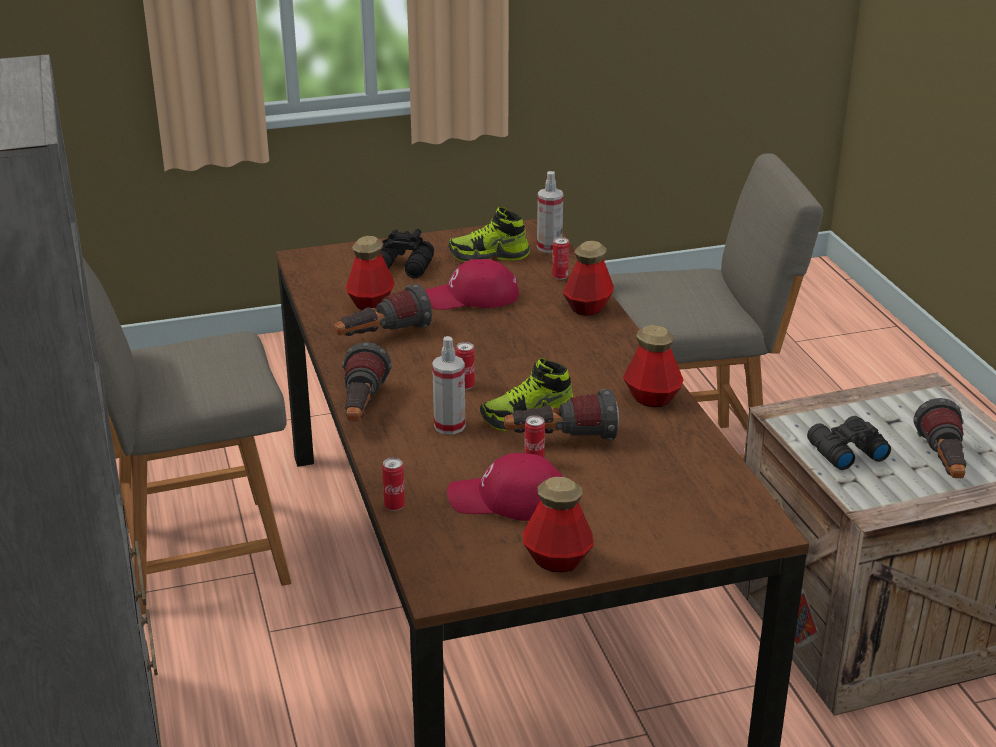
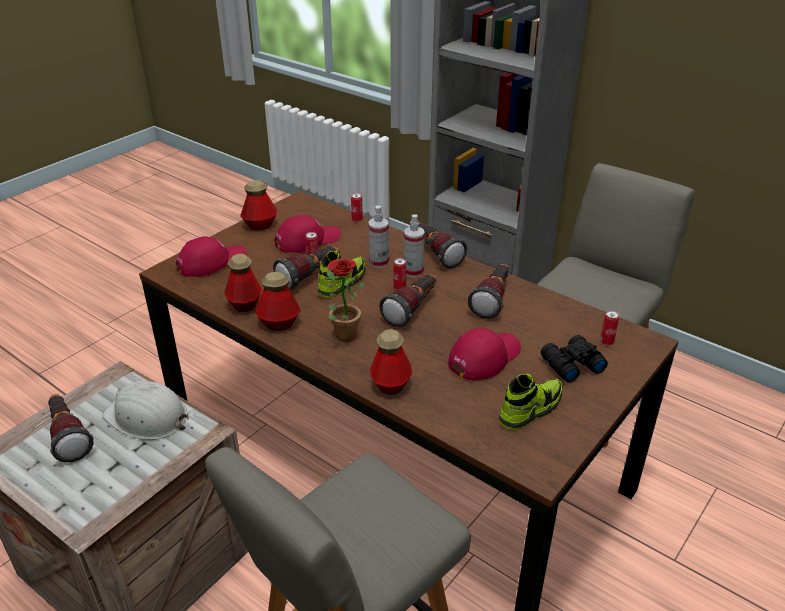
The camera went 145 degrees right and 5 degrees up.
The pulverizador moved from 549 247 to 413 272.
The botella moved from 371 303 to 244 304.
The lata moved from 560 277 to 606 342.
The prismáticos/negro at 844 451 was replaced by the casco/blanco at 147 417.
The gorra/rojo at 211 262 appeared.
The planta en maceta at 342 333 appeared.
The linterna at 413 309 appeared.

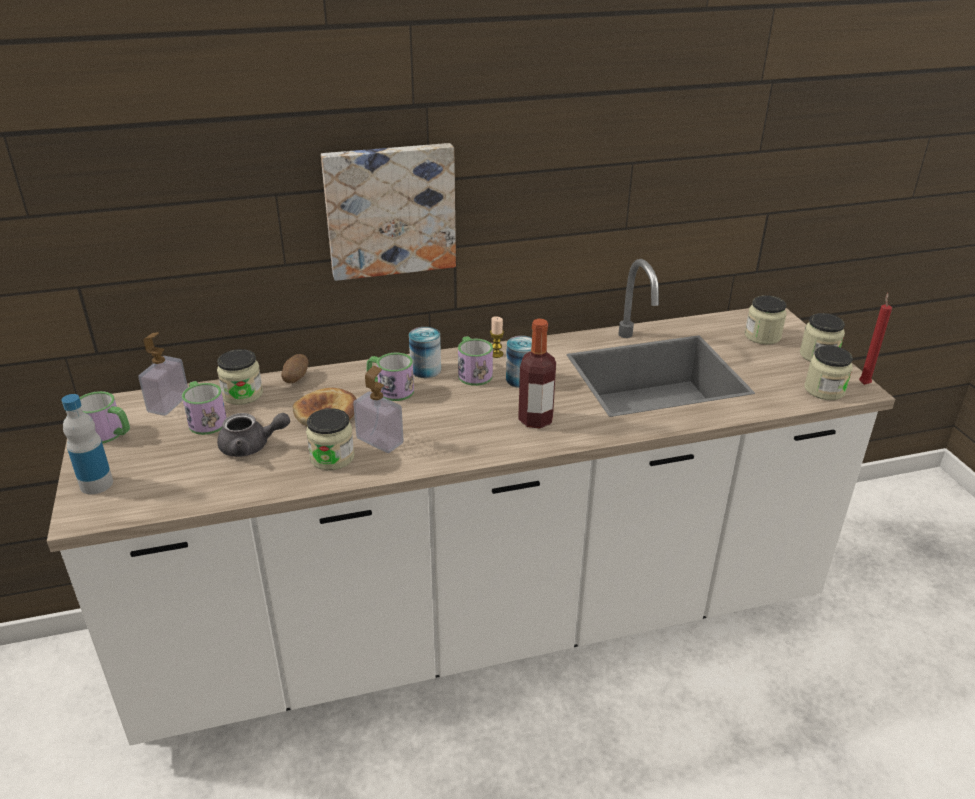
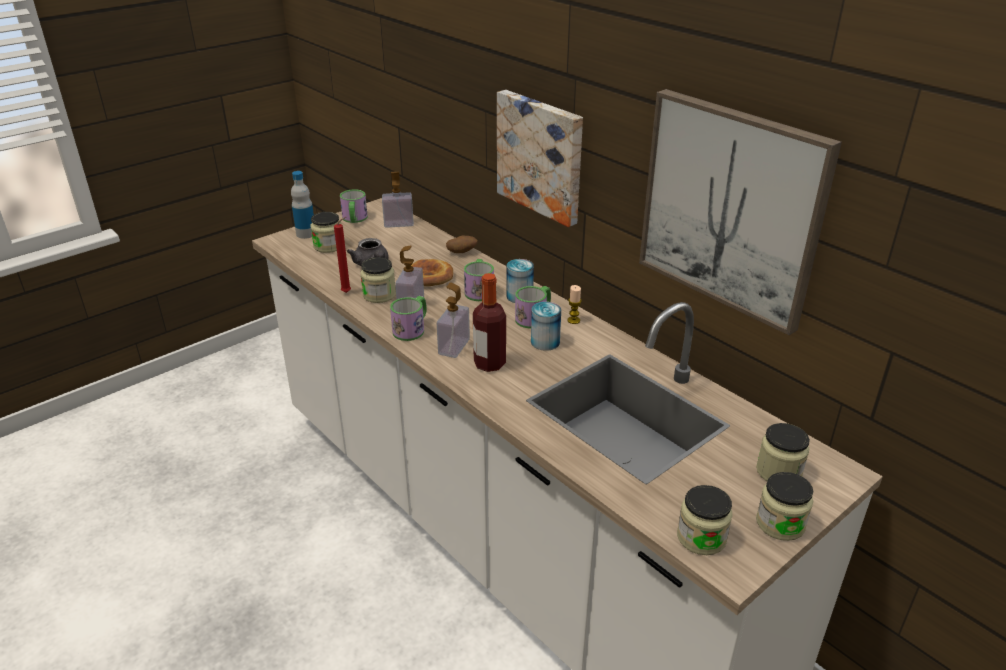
The camera went 65 degrees right and 0 degrees up.
The vela/rojo moved from 864 383 to 348 292.
The tarro moved from 242 394 to 328 246.
The taza grande moved from 205 420 to 412 329.
The cuadro at 731 208 appeared.
The dispensador de jabón at 454 347 appeared.

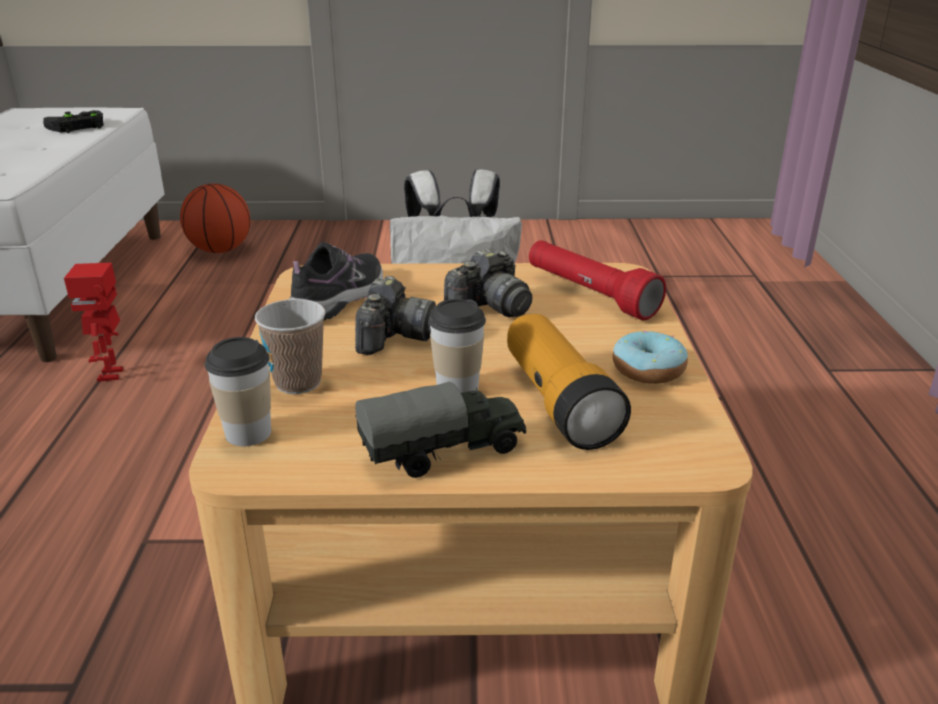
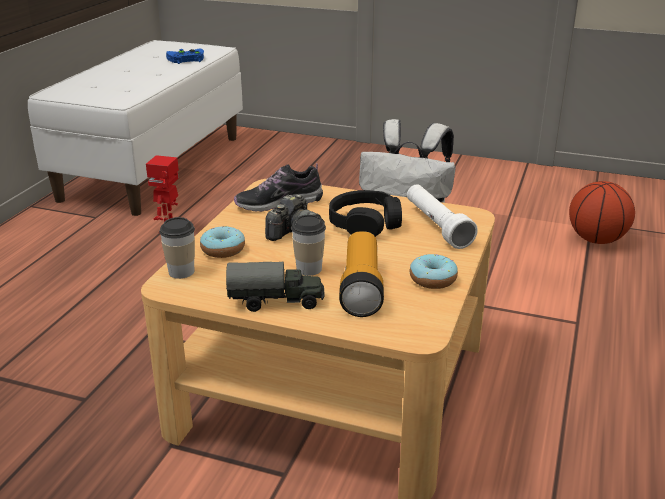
The camera went 20 degrees right and 0 degrees up.
The mando de consola/negro at 75 127 became the mando de consola/azul at 185 59.
The balón de baloncesto moved from 220 250 to 596 240.
The linterna/rojo at 589 294 became the linterna/blanco at 436 226.
The zapato at 340 297 turned 150 degrees counterclockwise.
The cámara at 490 307 was replaced by the auriculares/negro at 365 224.
The taza at 298 383 was replaced by the rosquilla at 223 249.

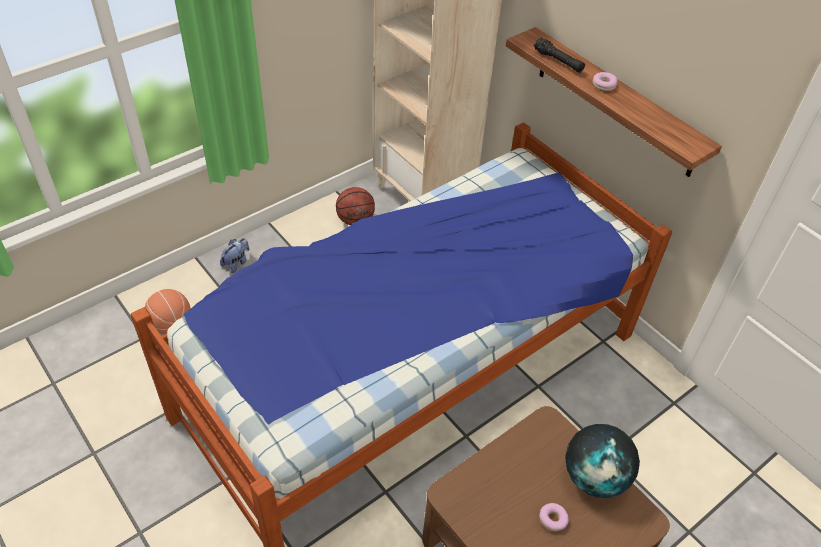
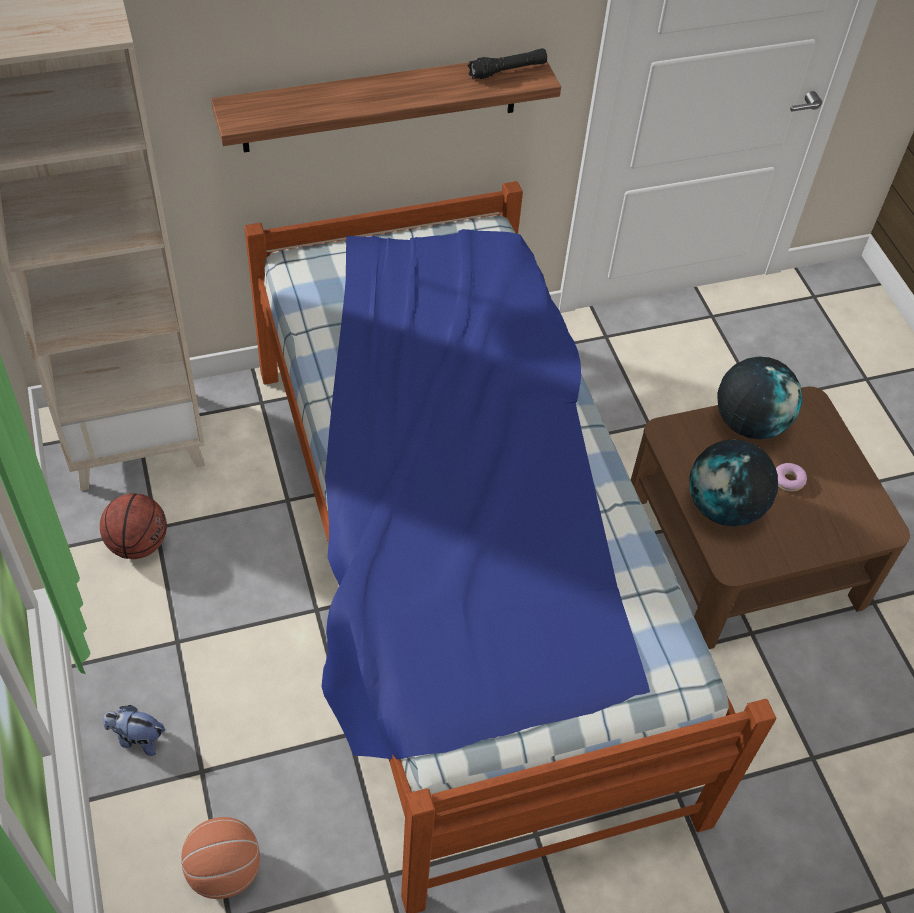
The camera went 70 degrees left and 5 degrees up.
The linterna/negro moved from 558 61 to 507 70.
The rosquilla at 604 85 disappeared.
The peluche at 236 263 turned 45 degrees counterclockwise.
The globo terráqueo at 724 507 appeared.

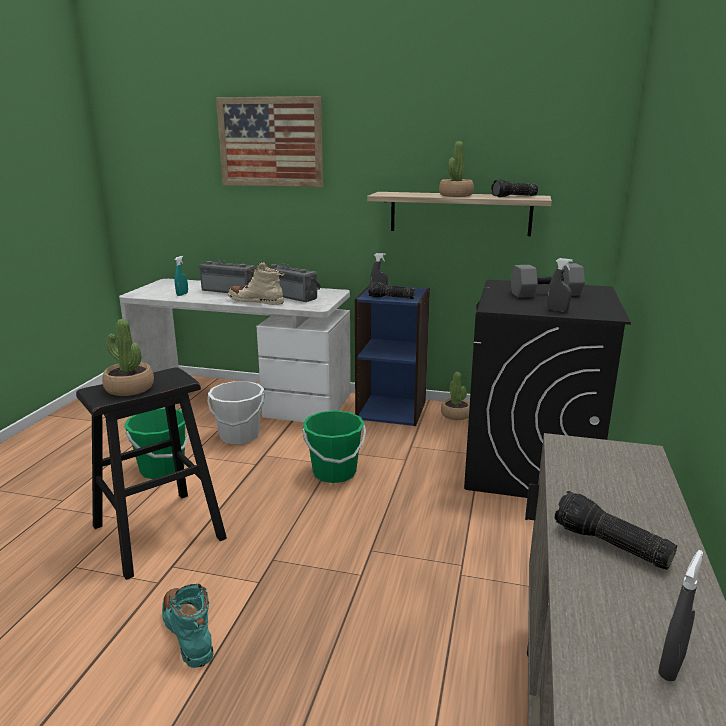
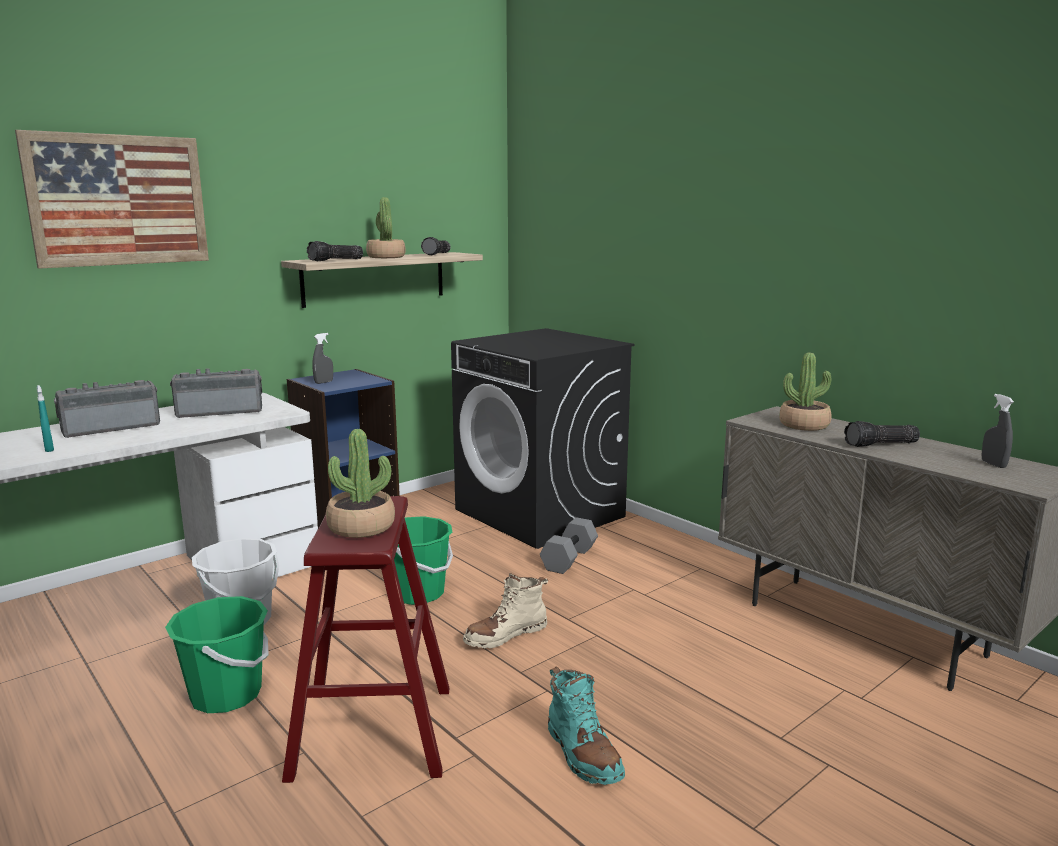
The camera went 55 degrees left and 5 degrees down.
The pulverizador/gris at 557 310 disappeared.
The bota/beis moved from 256 302 to 505 635.
The mancuerna/gris moved from 545 294 to 570 559.
The linterna moved from 390 298 to 336 260.
The taburete/negro at 159 532 became the taburete/rojo at 373 731.
The planta en maceta moved from 456 415 to 804 425.
The bota/turquesa at 188 633 turned 120 degrees counterclockwise.

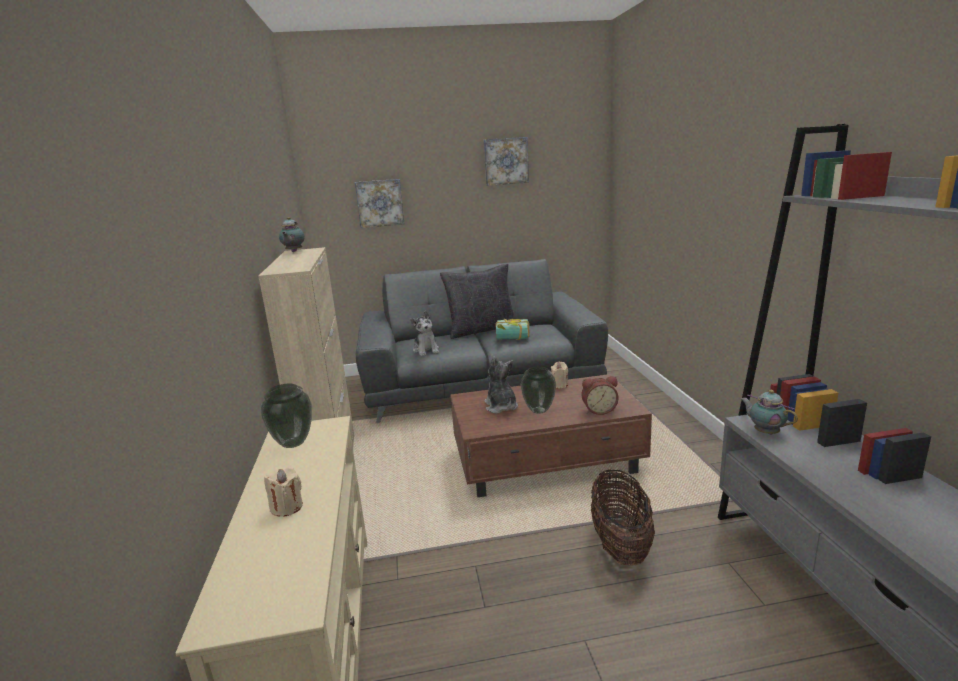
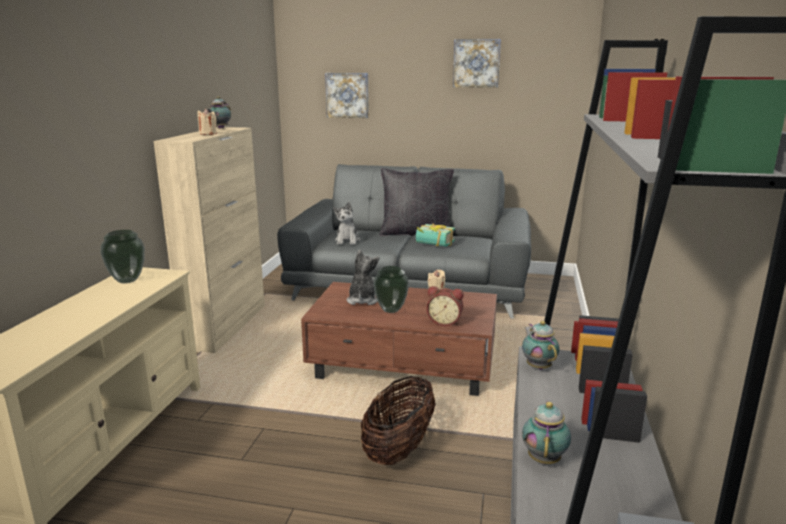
The camera went 20 degrees right and 0 degrees up.
The vela/beis moved from 287 507 to 208 134.
The tetera at 544 458 appeared.

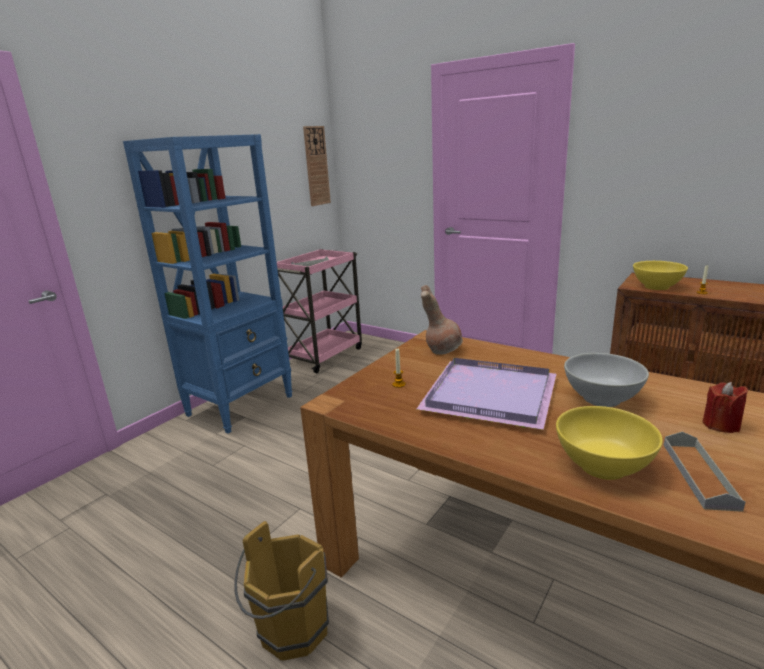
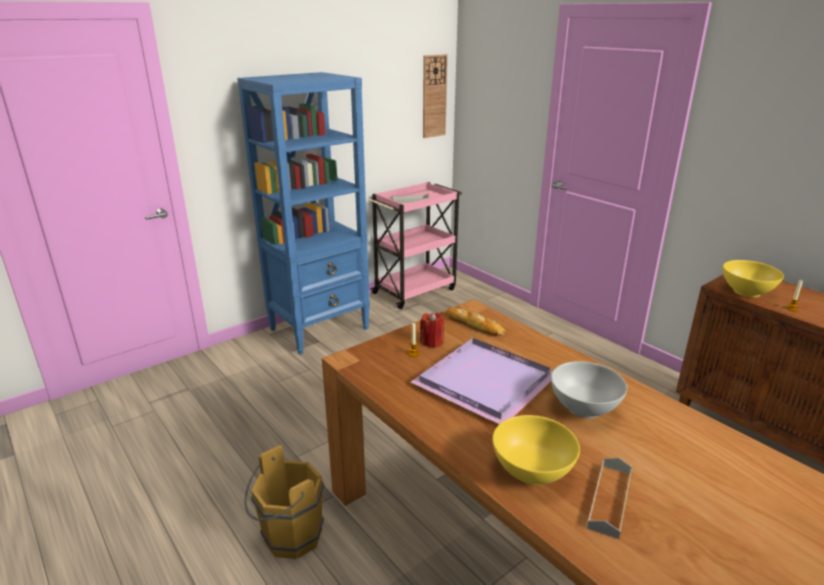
The camera went 15 degrees right and 5 degrees up.
The florero/marrón at 442 350 was replaced by the pan at 474 325.
The vela/rojo moved from 721 425 to 432 342.

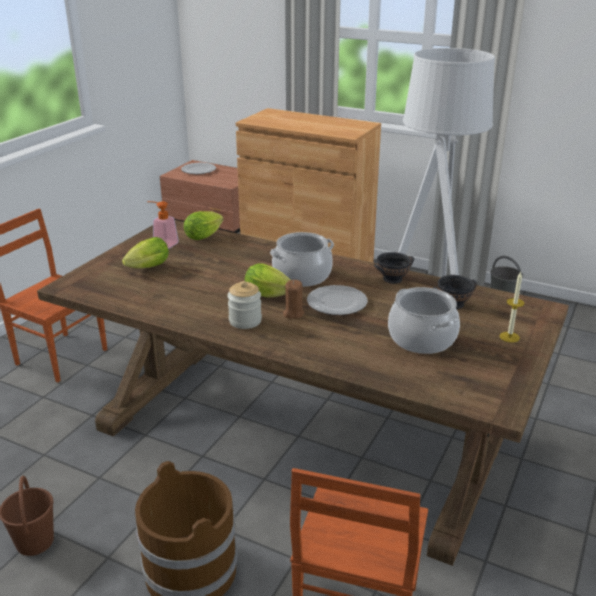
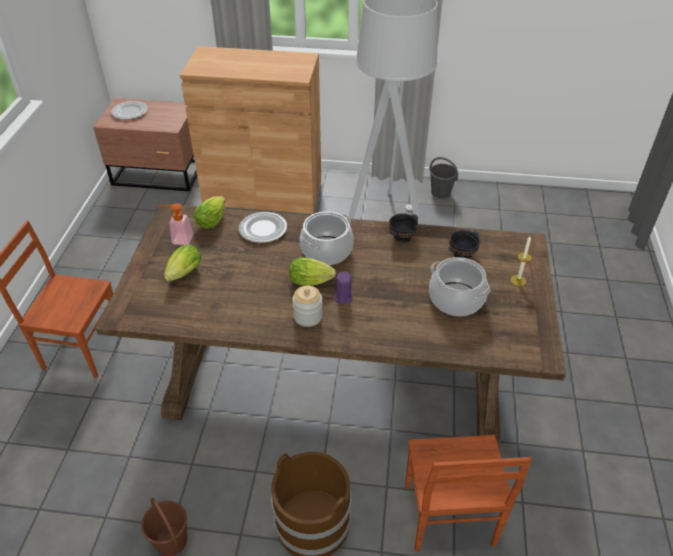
The camera went 20 degrees left and 15 degrees up.
The vela/marrón at 293 313 became the vela/morado at 343 298.
The plato moved from 336 303 to 263 229.

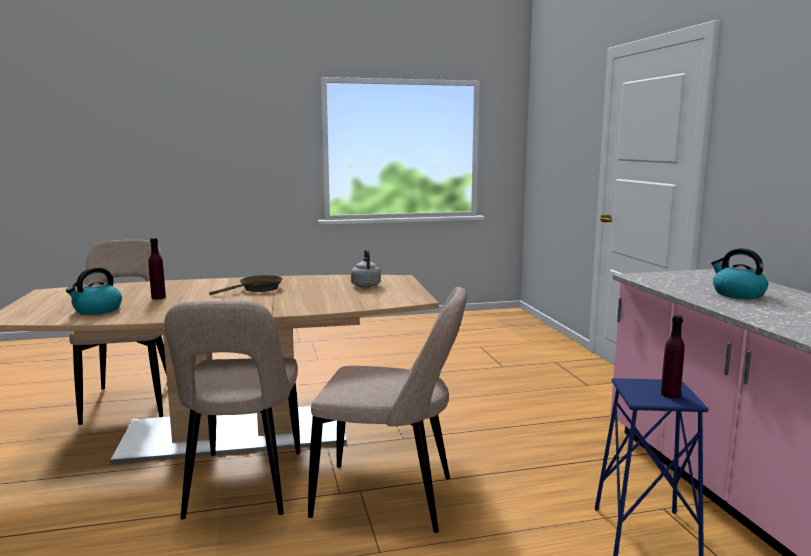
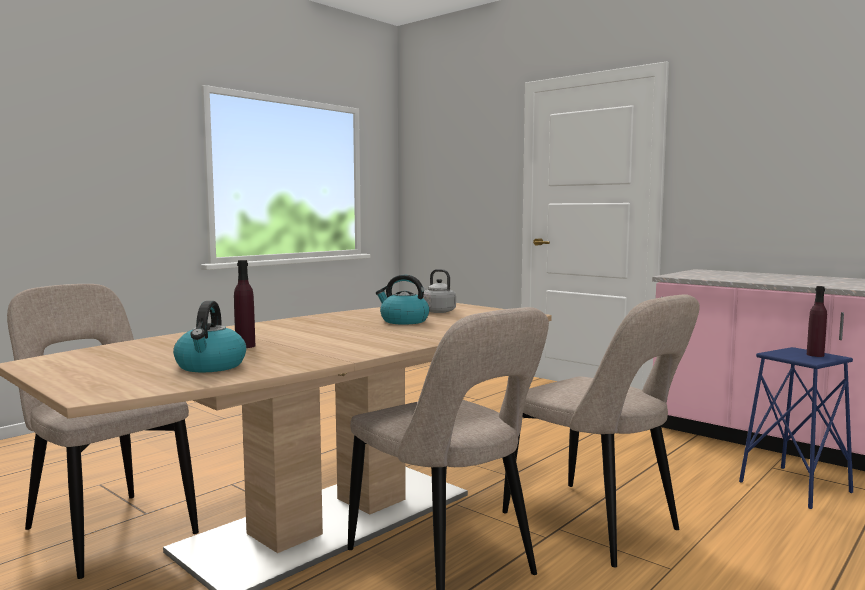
The camera went 35 degrees left and 5 degrees down.
The hervidor moved from 737 294 to 403 321.
The sartén/marrón at 257 289 disappeared.
The silla/beis at 391 498 turned 75 degrees clockwise.

